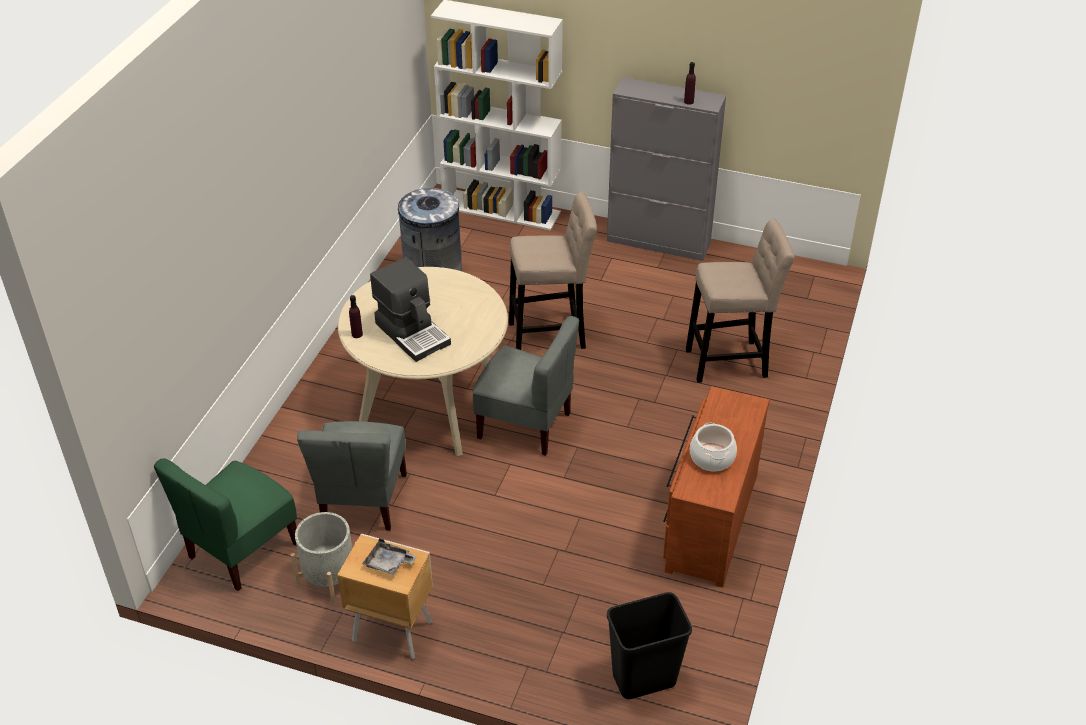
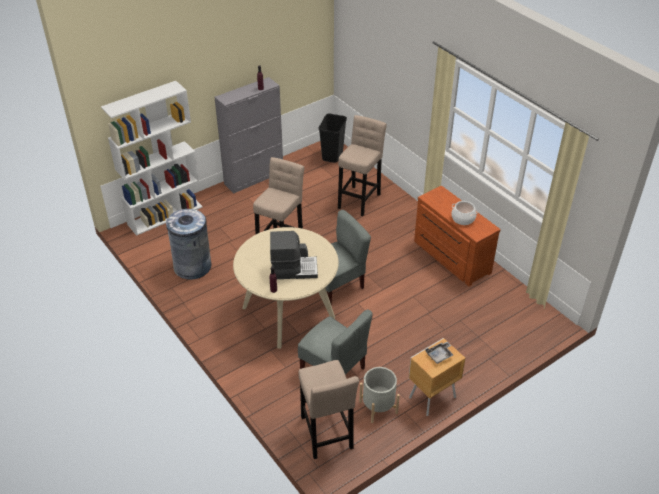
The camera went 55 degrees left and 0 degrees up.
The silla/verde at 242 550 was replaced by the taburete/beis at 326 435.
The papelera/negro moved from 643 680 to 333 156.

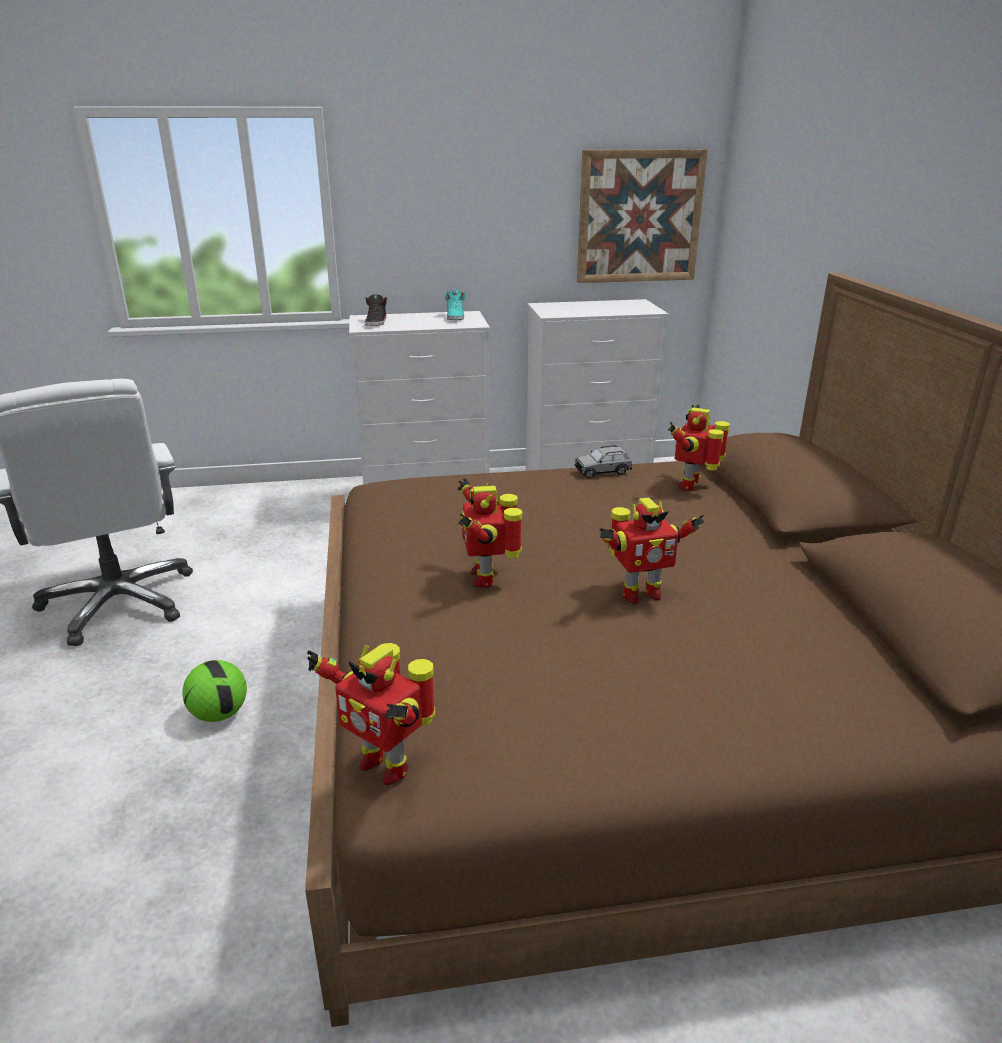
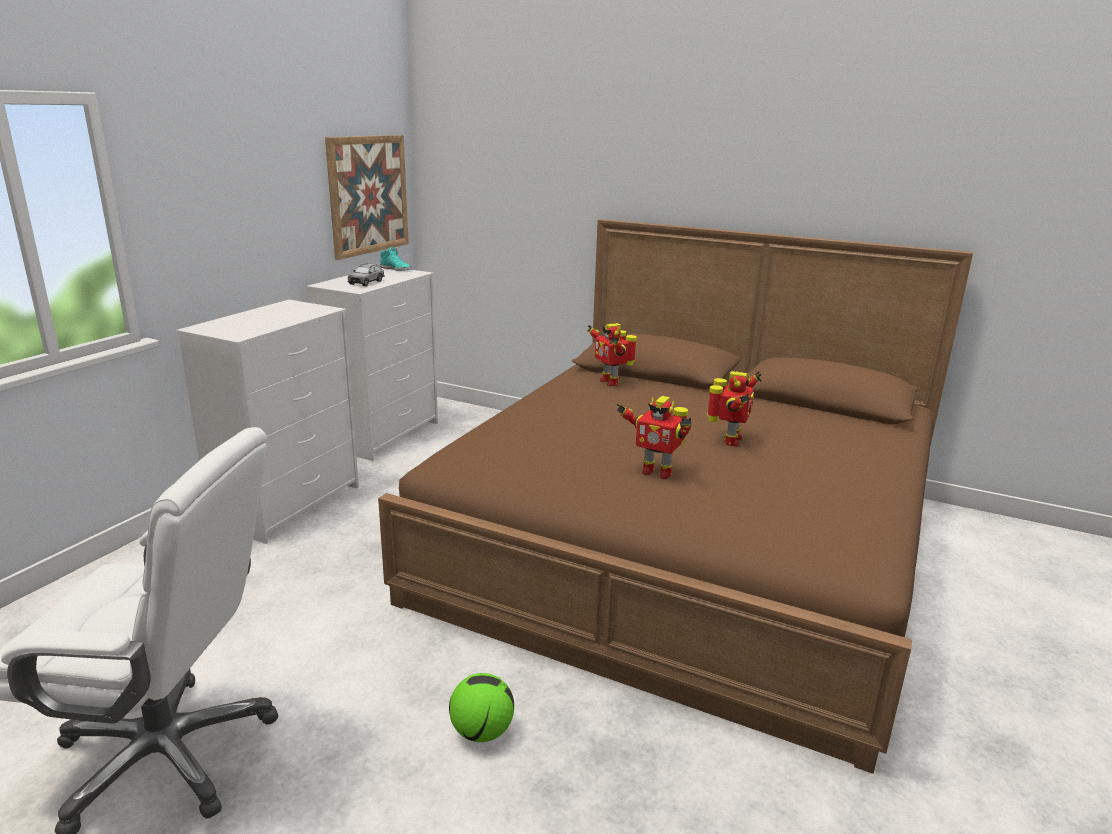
The camera went 55 degrees left and 5 degrees down.
The zapato/turquesa moved from 455 317 to 396 269.
The zapato/negro at 376 322 disappeared.
The coche de juguete/gris moved from 602 471 to 366 282.
The robot de juguete at 385 764 disappeared.

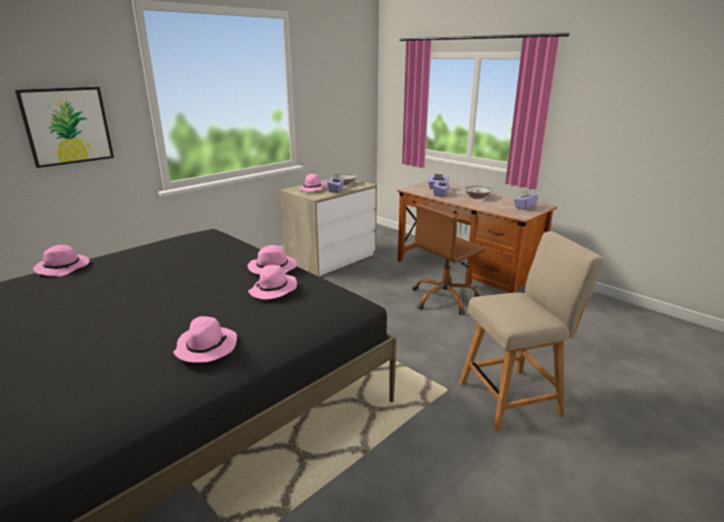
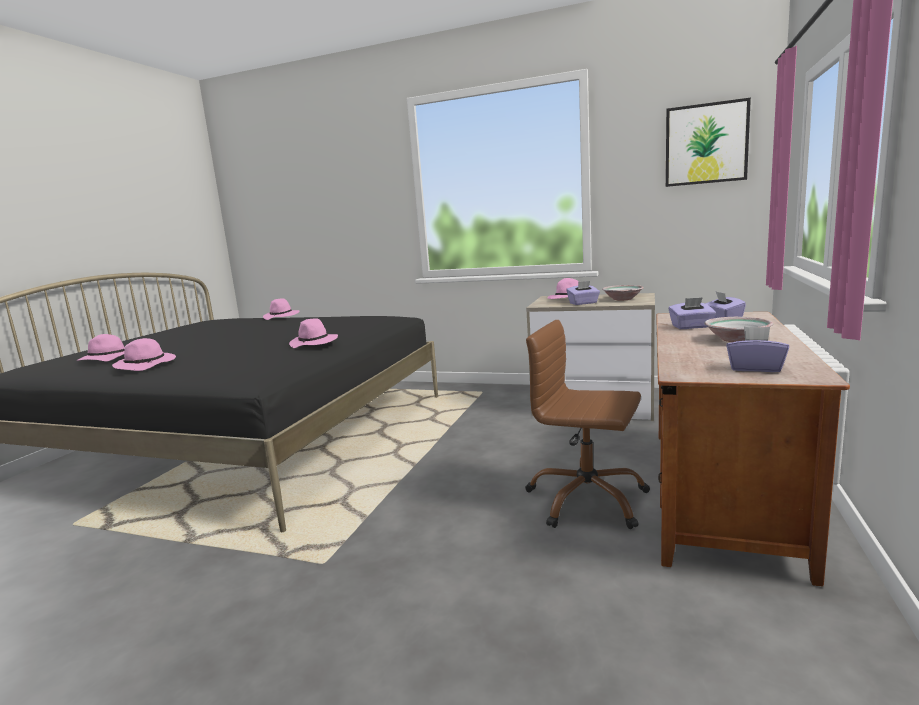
The camera went 65 degrees right and 10 degrees down.
The cuadro moved from 67 126 to 706 144.
The silla/beis at 514 397 disappeared.
The sombrero/rosa moved from 273 290 to 107 359.

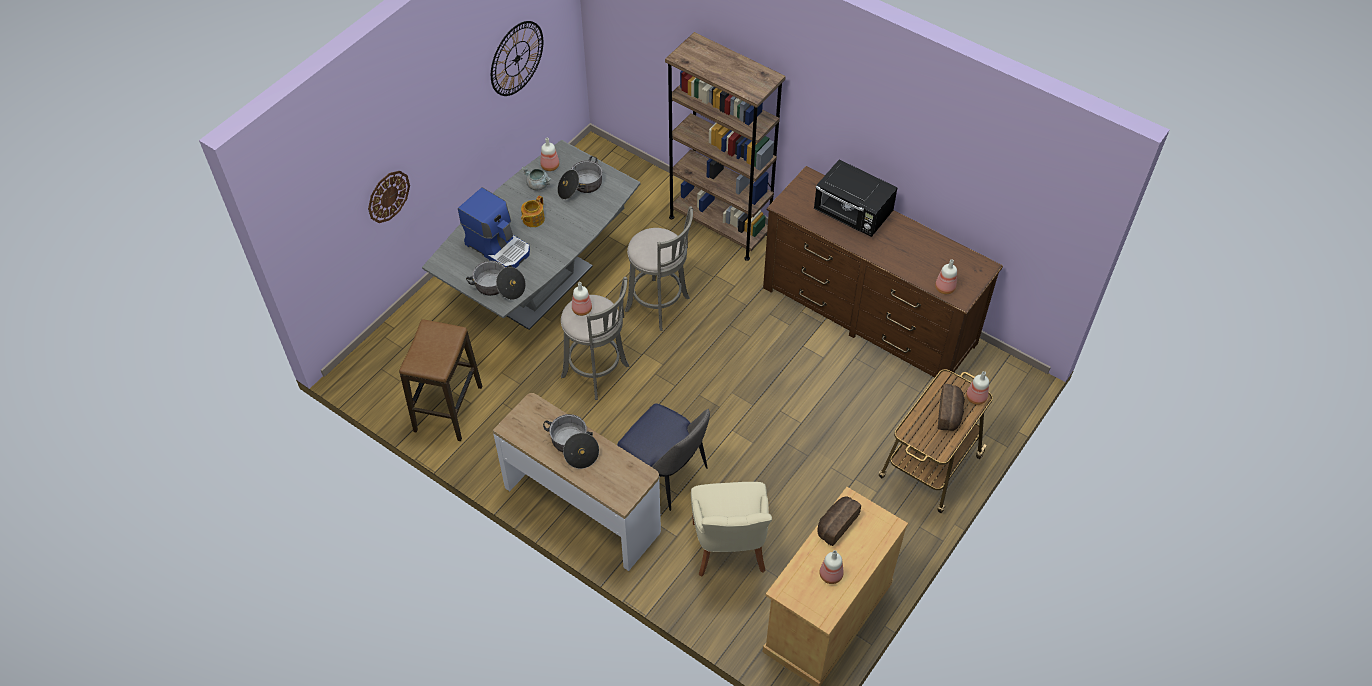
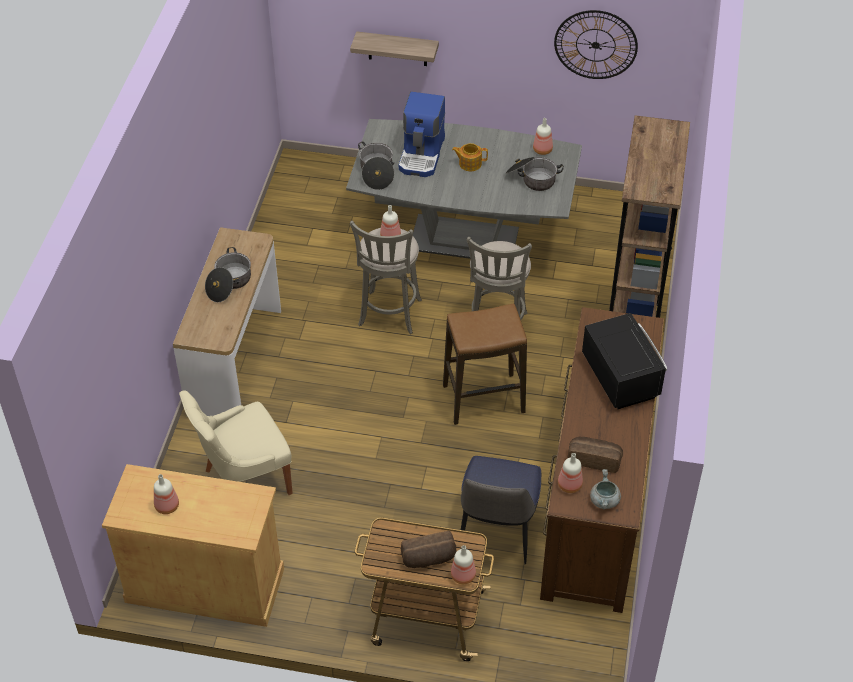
The camera went 65 degrees right and 5 degrees down.
The microondas/negro at 853 215 turned 150 degrees clockwise.
The olla/gris moved from 538 185 to 604 501.
The reloj de pared at 388 196 was replaced by the estante at 397 49.
The taburete moved from 448 409 to 484 399.
The silla moved from 666 474 to 497 532.
The pan moved from 835 524 to 594 459.

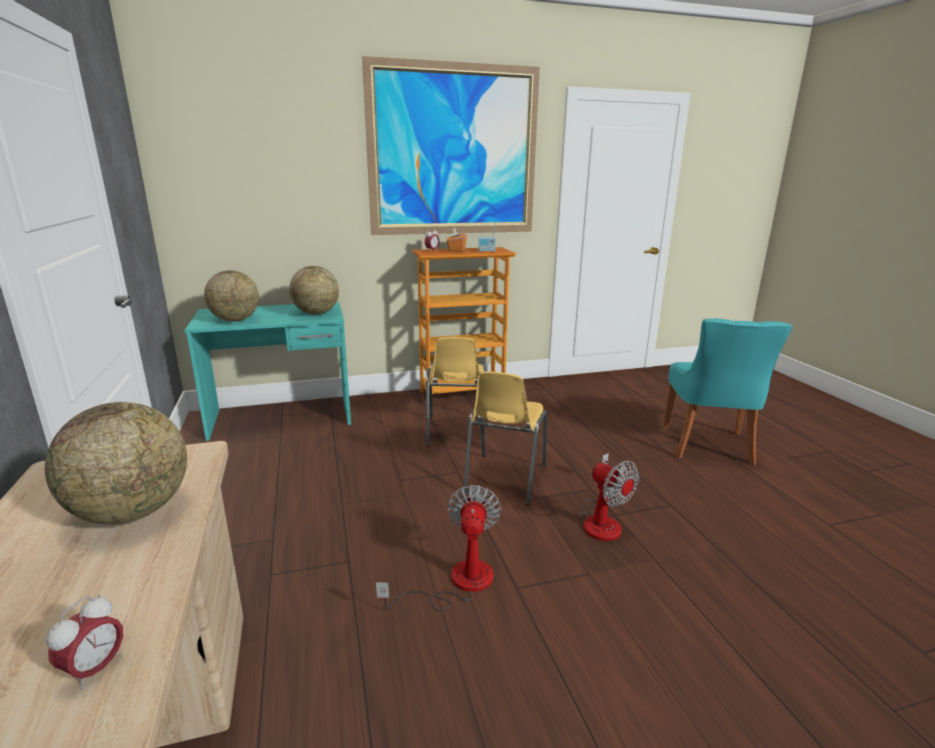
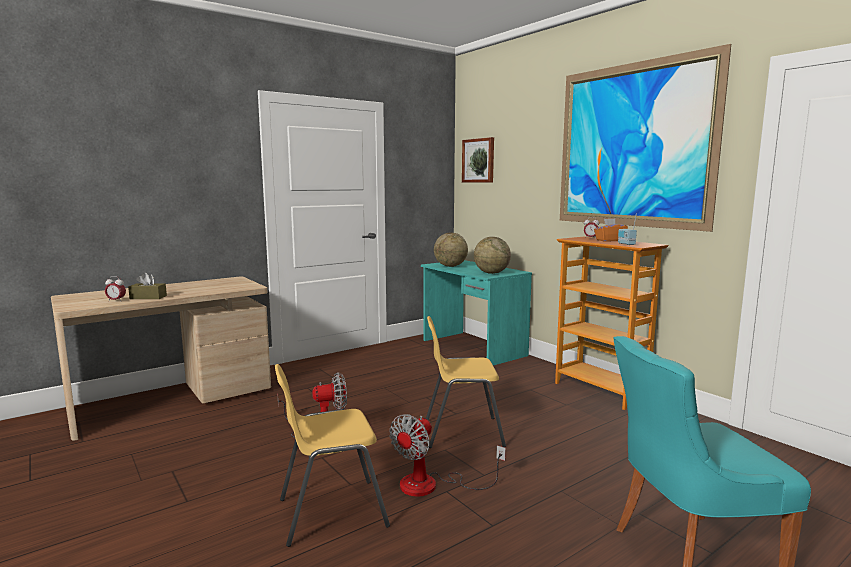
The camera went 70 degrees right and 10 degrees down.
The silla/amarillo moved from 456 432 to 331 512.
The globo terráqueo at 132 512 disappeared.
The cuadro at 478 160 appeared.
The caja de pañuelos/marrón at 148 297 appeared.

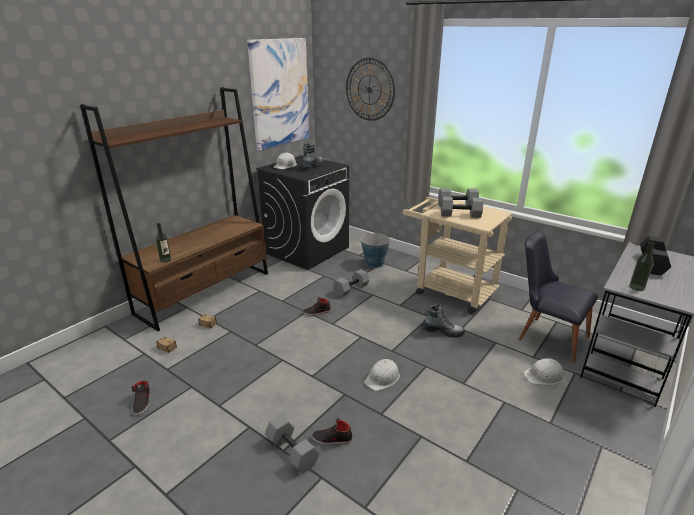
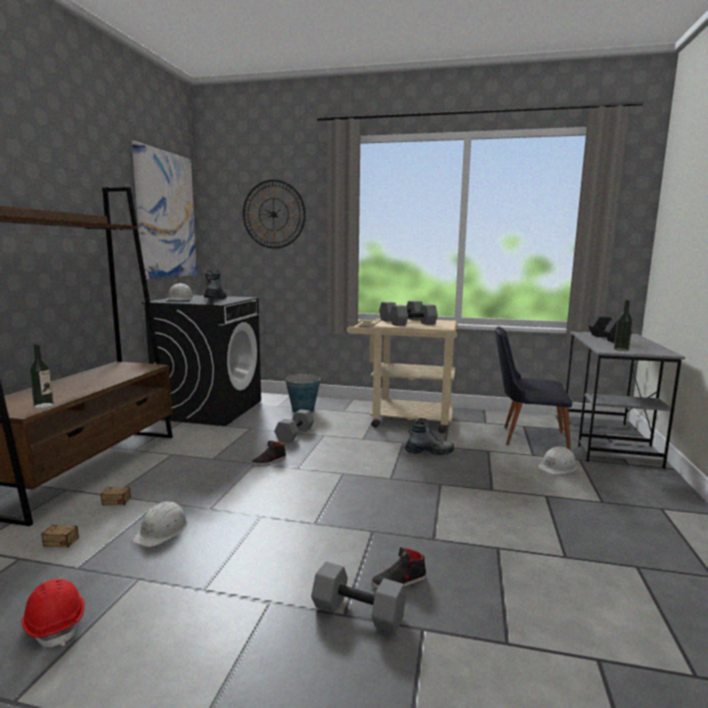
The camera went 25 degrees left and 15 degrees down.
The casco/blanco moved from 383 378 to 162 530.
The zapato/negro at 142 403 was replaced by the casco/rojo at 55 624.

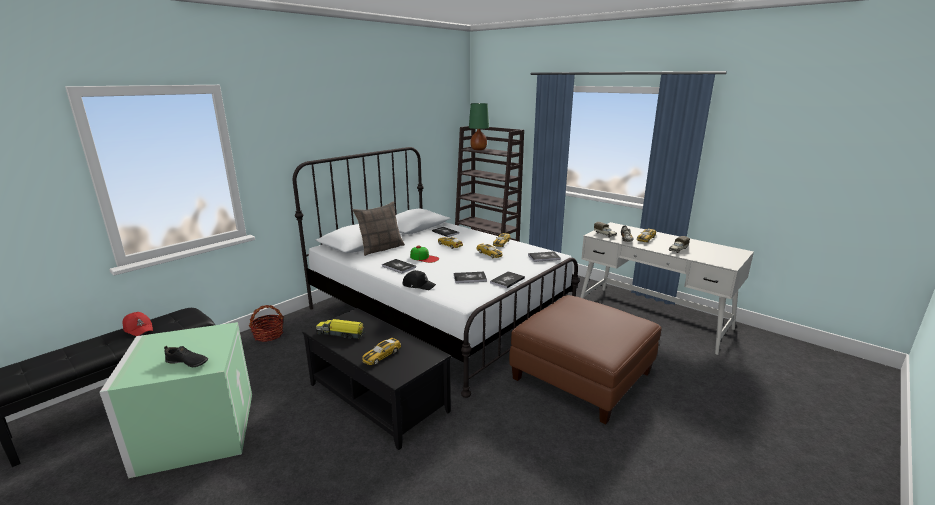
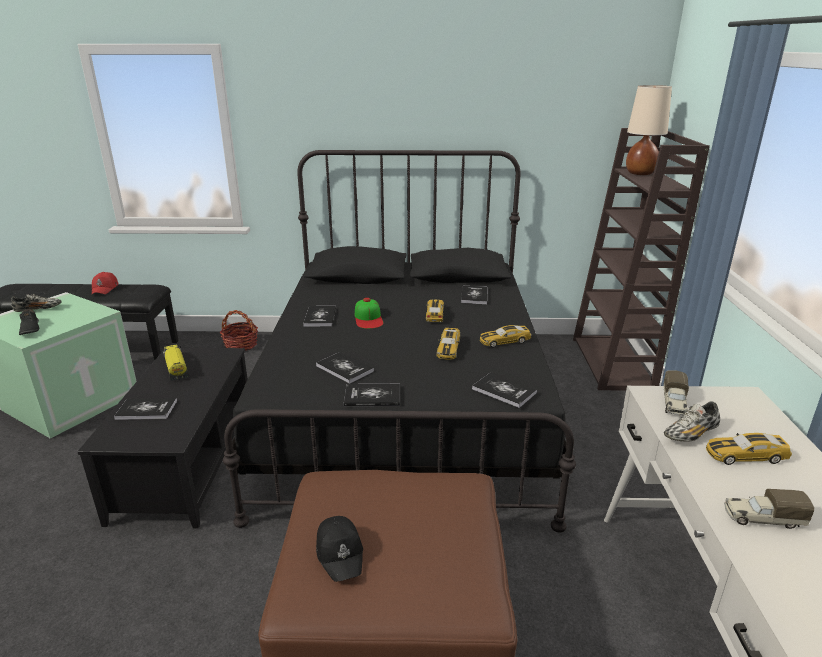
The camera went 50 degrees right and 5 degrees up.
The lámpara de mesa/verde at 478 149 became the lámpara de mesa/beis at 639 173.
The cama/blanco at 438 313 became the cama/negro at 405 408.
The cojín at 381 248 disappeared.
The gorra/negro moved from 418 285 to 340 553.
The coche de juguete at 381 355 was replaced by the libro at 146 410.
The zapato at 38 309 appeared.

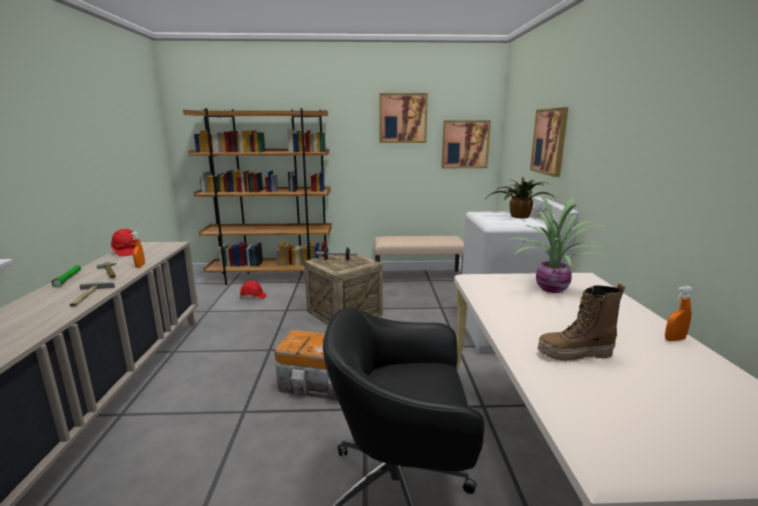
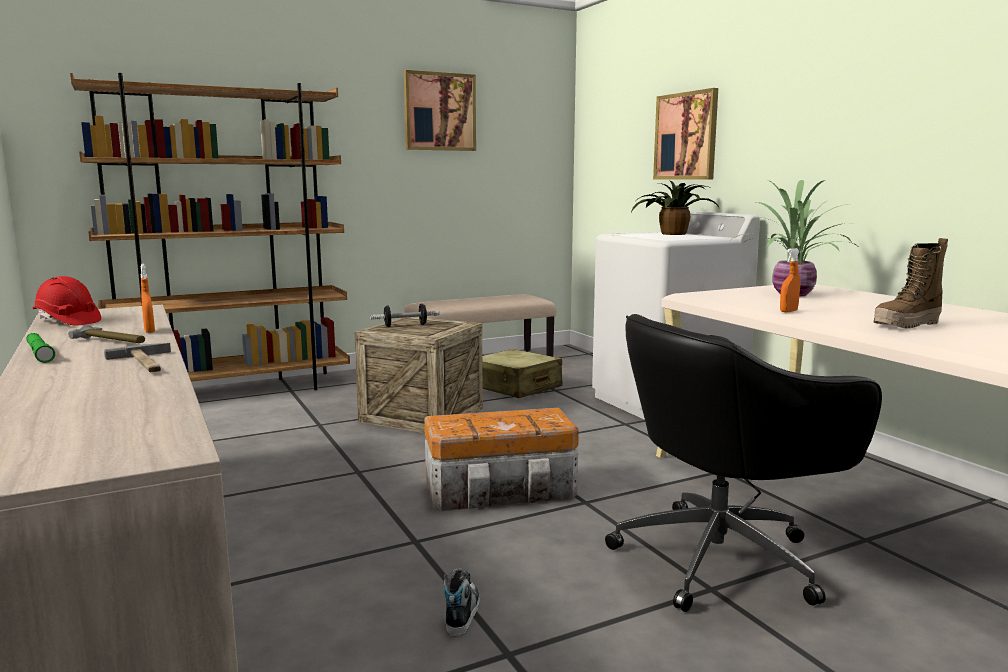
The camera went 25 degrees left and 5 degrees down.
The cuadro at 465 144 disappeared.
The casco/rojo at 253 297 disappeared.
The pulverizador/naranja moved from 674 339 to 788 311.
The maleta/beis at 516 387 appeared.
The zapato at 461 612 appeared.

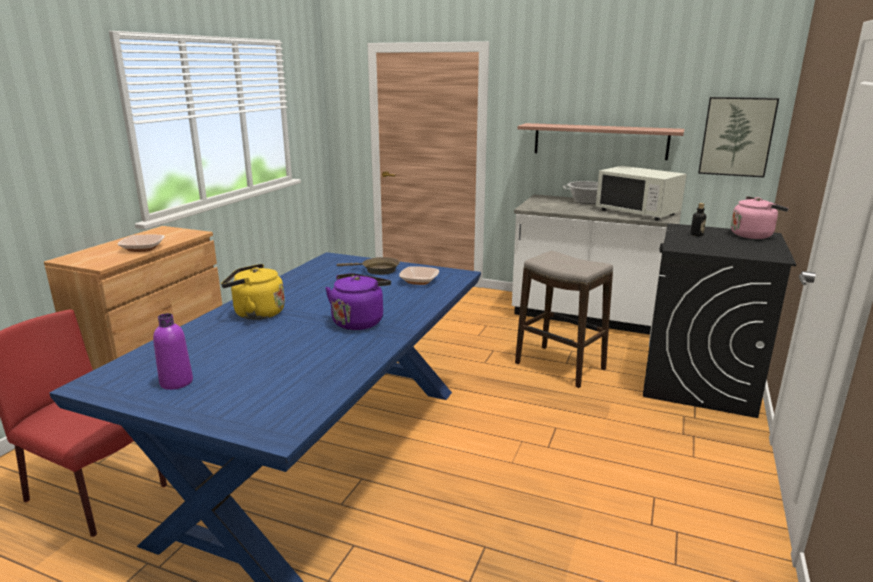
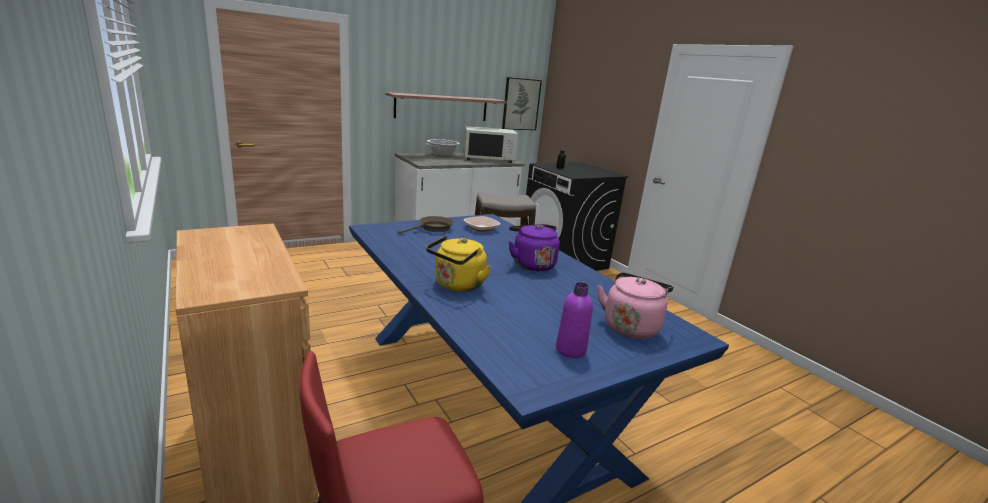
The camera went 55 degrees left and 0 degrees up.
The hervidor/rosa moved from 753 235 to 631 326.
The cuenco at 143 248 disappeared.

